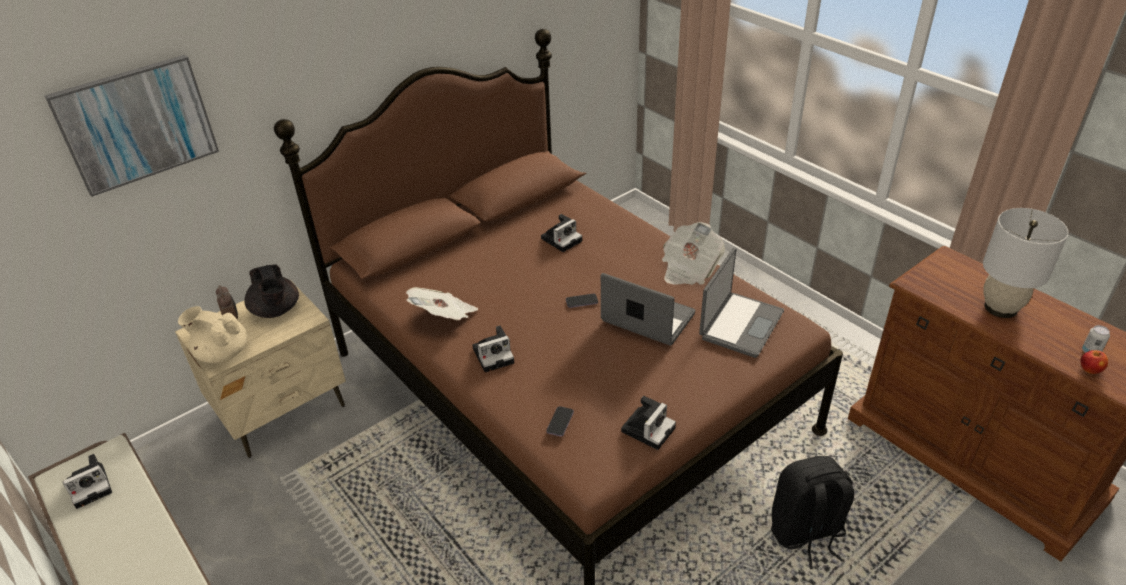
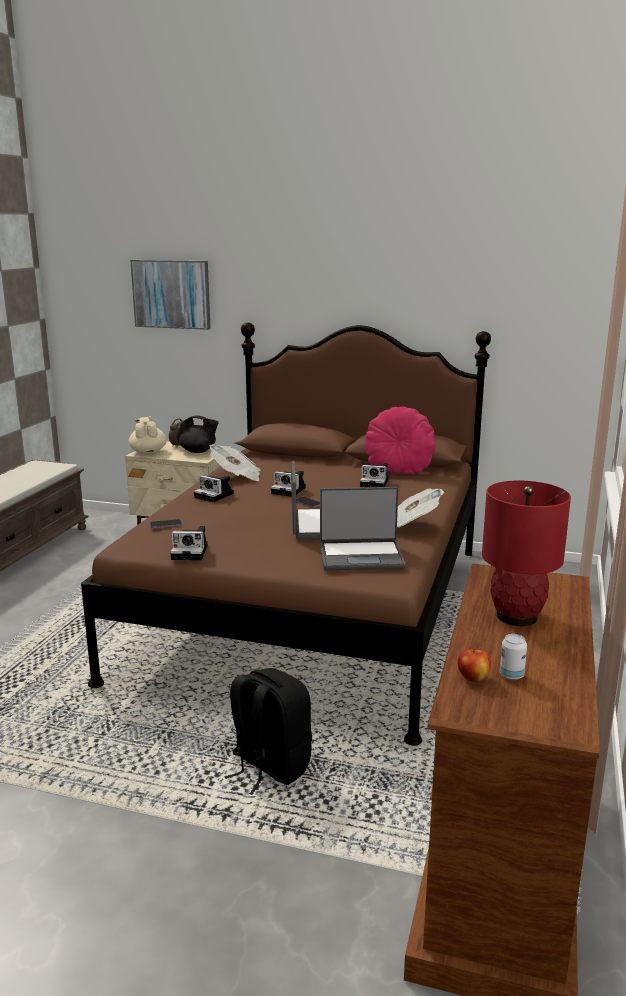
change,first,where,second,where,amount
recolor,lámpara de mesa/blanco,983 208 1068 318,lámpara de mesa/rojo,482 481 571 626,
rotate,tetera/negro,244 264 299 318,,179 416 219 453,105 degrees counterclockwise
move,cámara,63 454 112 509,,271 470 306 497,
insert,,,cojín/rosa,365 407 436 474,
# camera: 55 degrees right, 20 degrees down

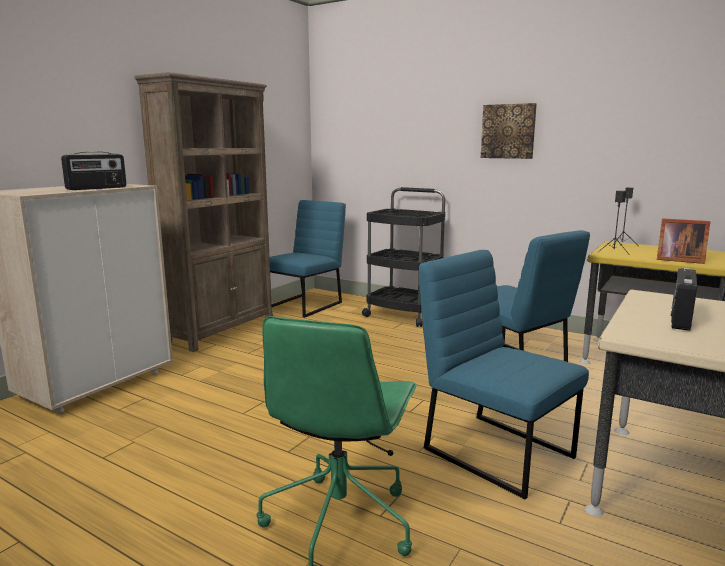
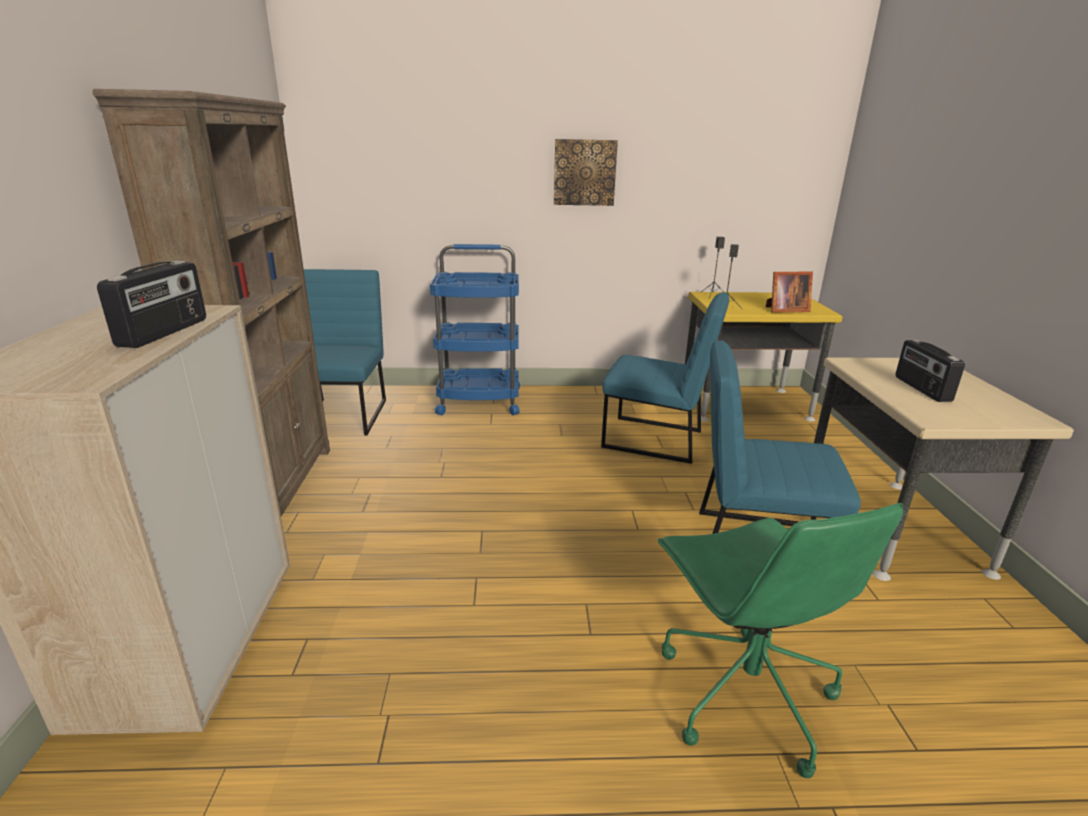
change,first,where,second,where,amount
recolor,carrito/negro,362 187 446 327,carrito/azul,430 244 520 415,
# camera: 35 degrees left, 10 degrees up

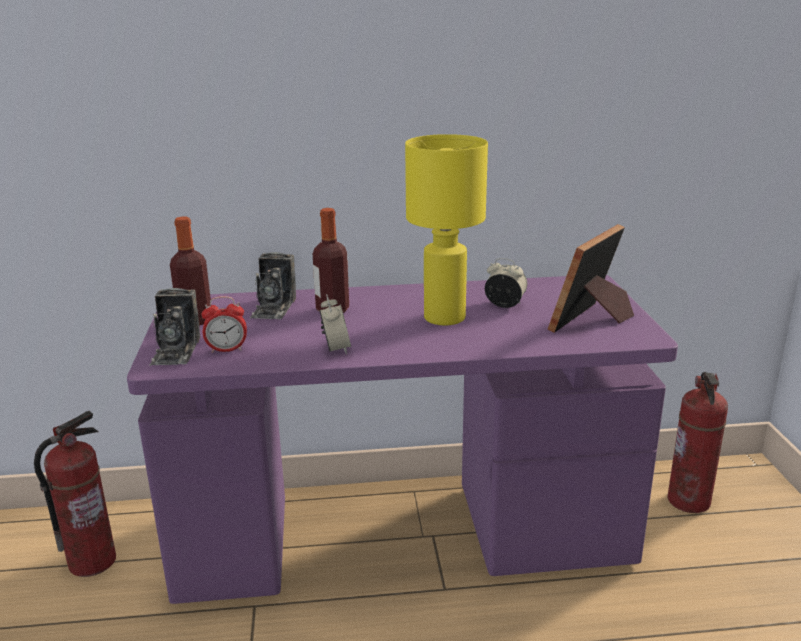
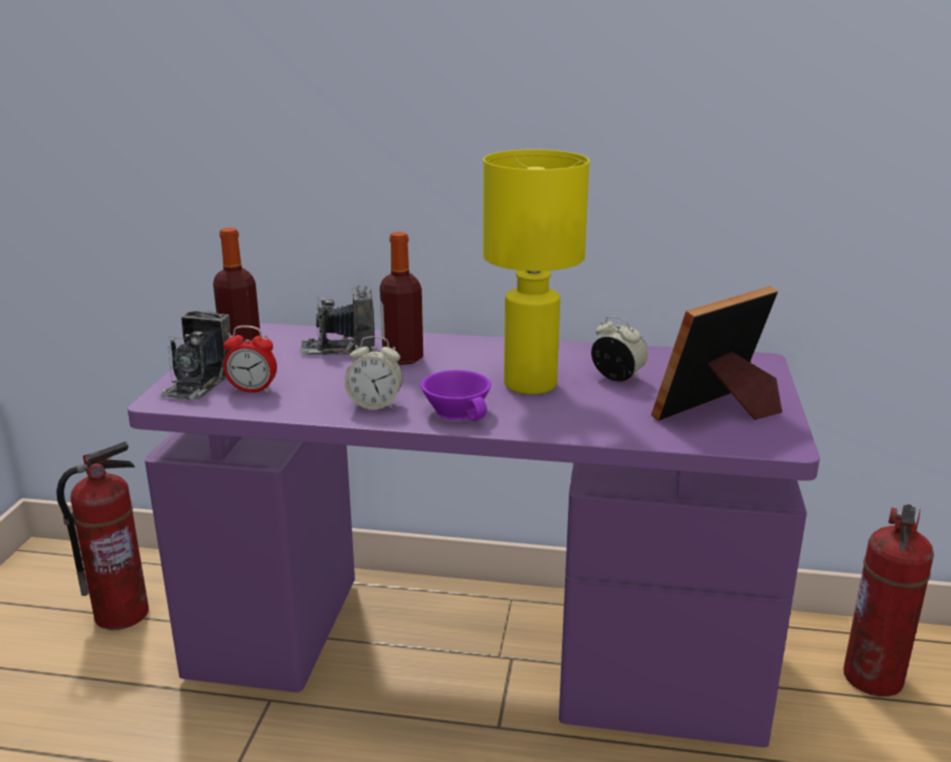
change,first,where,second,where,amount
rotate,cámara,250 252 296 320,,300 285 375 356,60 degrees clockwise
rotate,despertador,319 294 351 355,,345 336 403 410,90 degrees clockwise
insert,,,taza/morado,421 370 491 421,
# camera: 15 degrees right, 0 degrees up

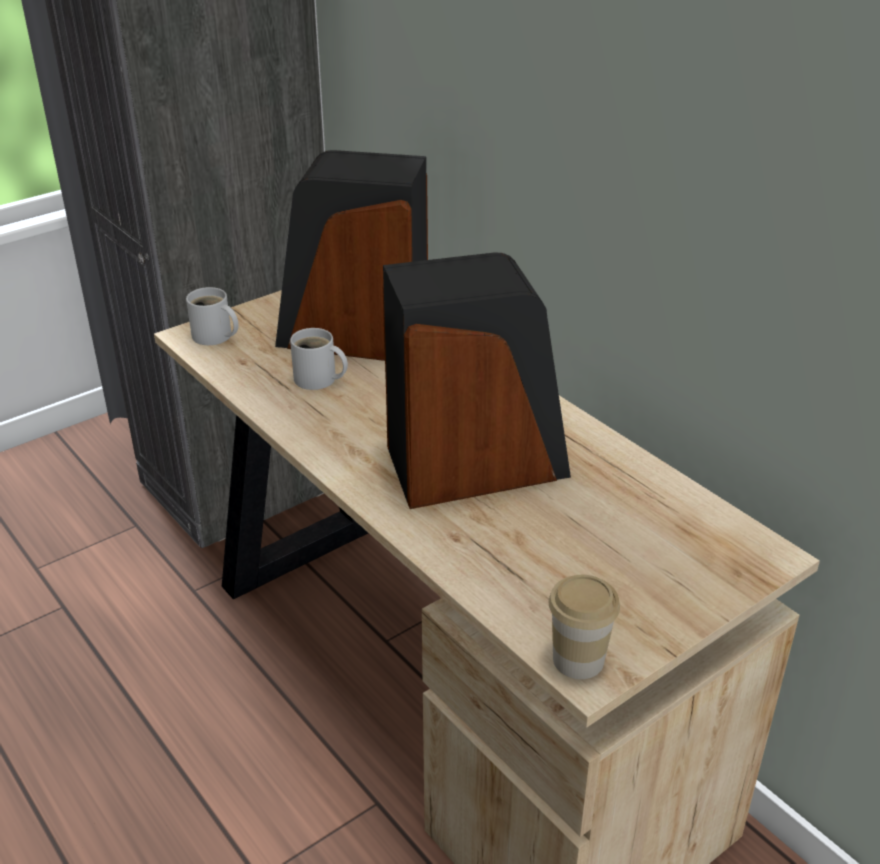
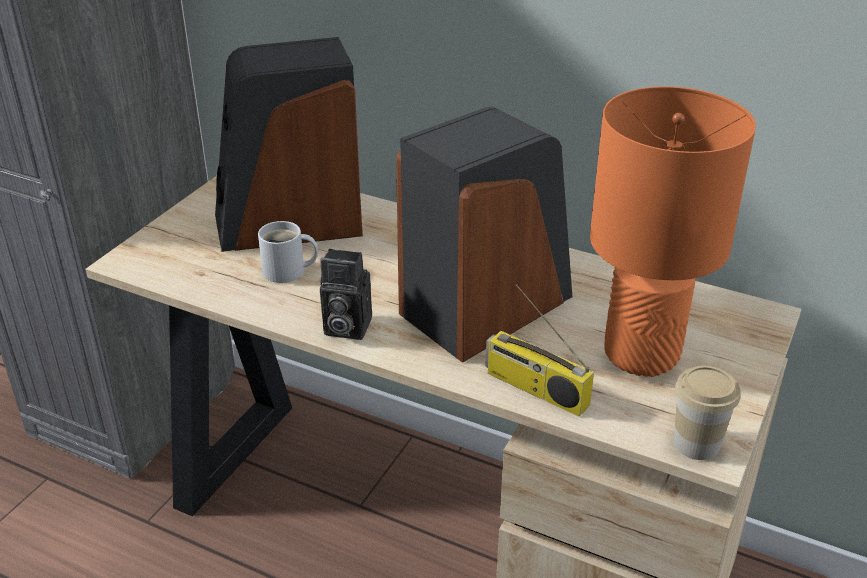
change,first,where,second,where,amount
delete,taza grande/blanco,186 287 239 345,,,
insert,,,lámpara de mesa/naranja,590 87 756 377,
insert,,,cámara,320 249 372 340,
insert,,,radio,485 285 594 417,
# camera: 25 degrees left, 0 degrees up

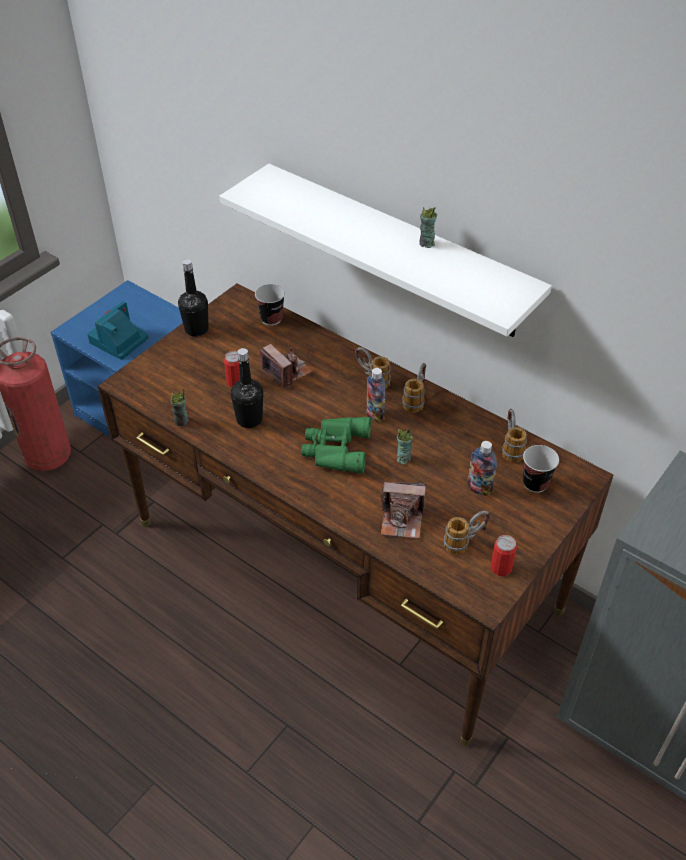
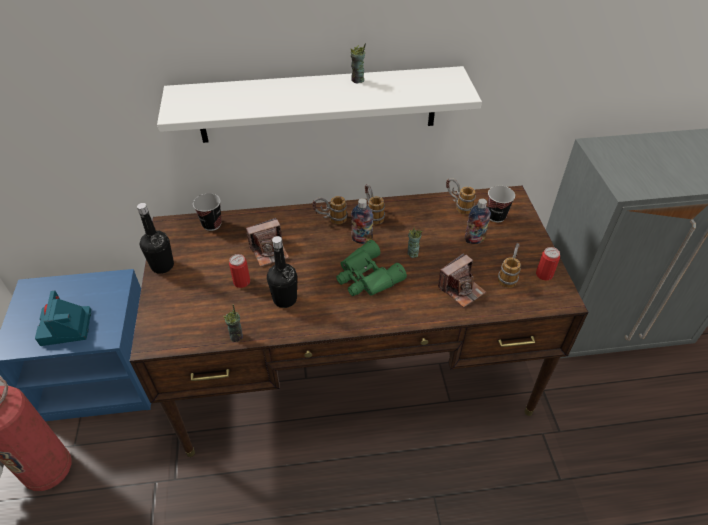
change,first,where,second,where,amount
rotate,cámara,260 344 313 388,,246 218 289 267,150 degrees clockwise
# camera: 45 degrees left, 0 degrees up

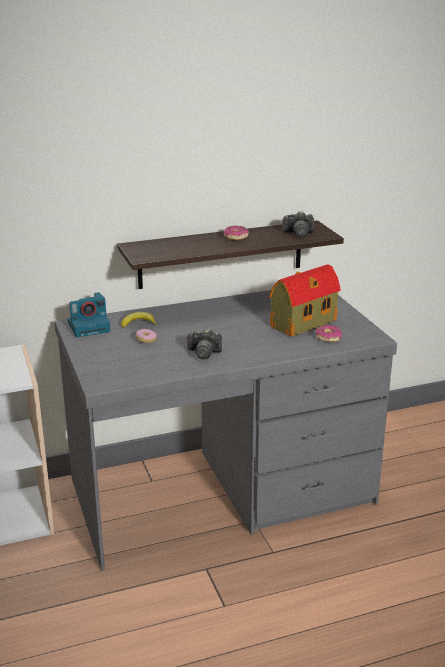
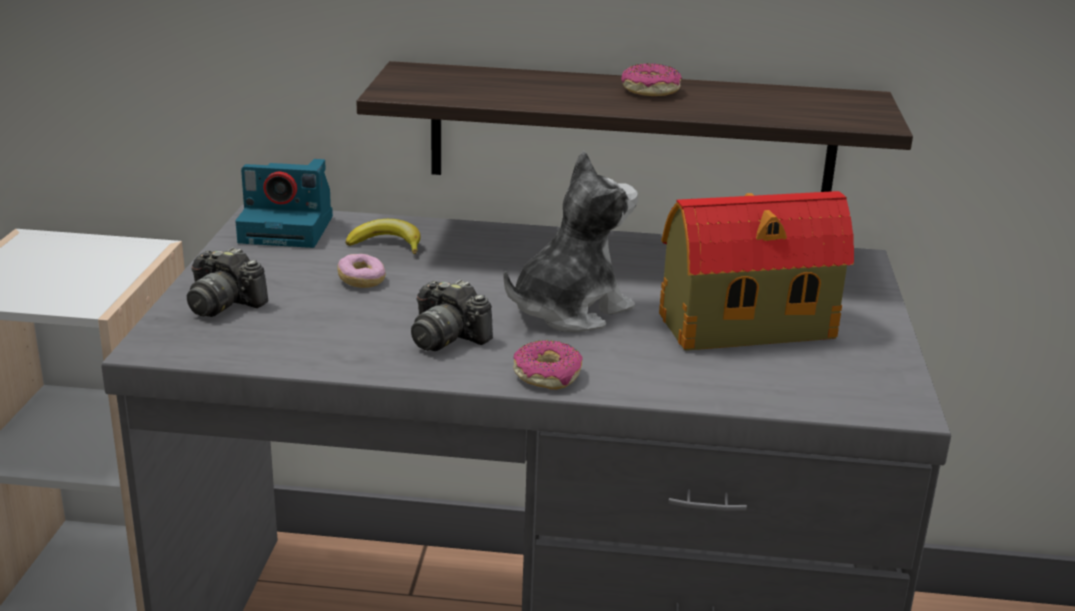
change,first,where,second,where,amount
move,cámara,282 211 314 237,,187 247 268 317,
move,rosquilla,315 325 342 342,,513 340 583 390,
insert,,,peluche,503 150 638 332,
# camera: 25 degrees right, 0 degrees up

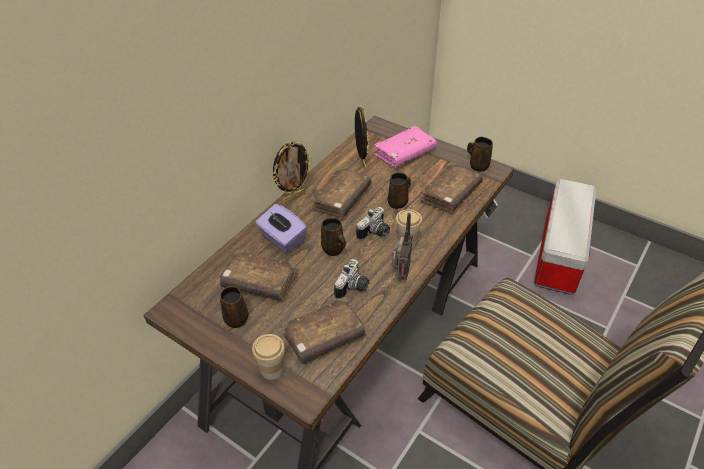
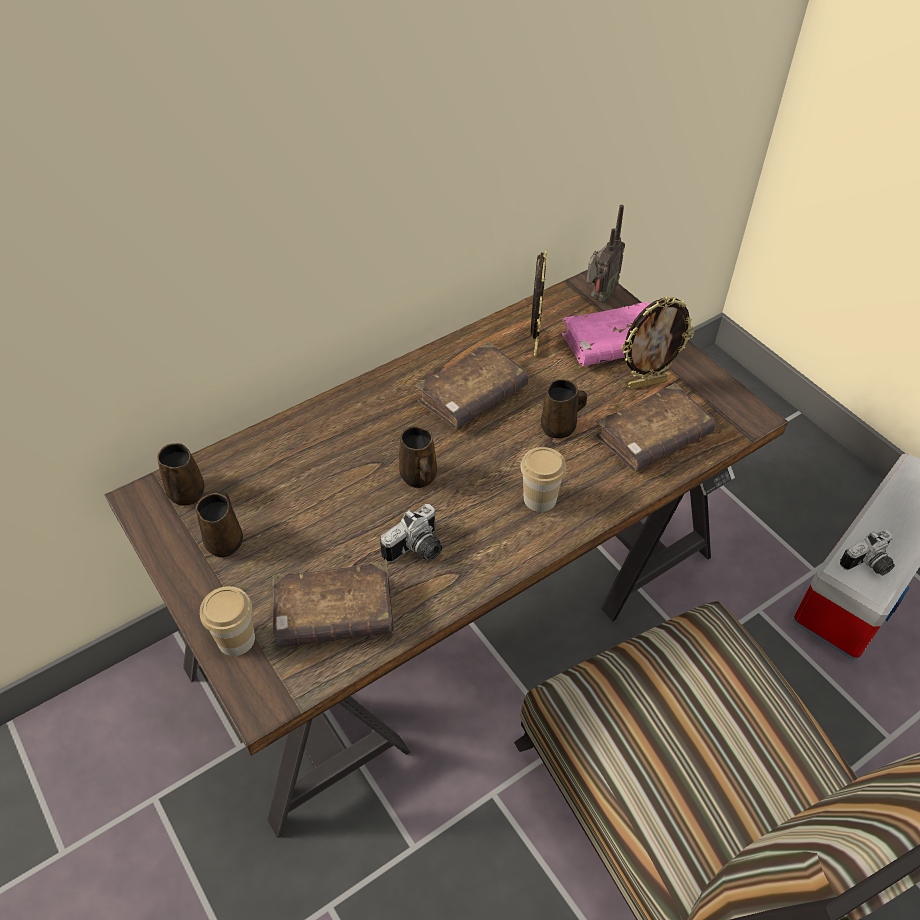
change,first,where,second,where,amount
move,taza grande/marrón,467 137 493 172,,157 443 204 506,
move,portarretratos,272 141 312 203,,621 297 695 390,
delete,caja de pañuelos/morado,255 204 307 254,,,
move,cámara,356 207 390 240,,840 530 895 576,
move,radio,392 213 412 280,,586 205 625 303,
delete,libro/marrón,220 250 298 301,,,
# camera: 20 degrees right, 5 degrees up

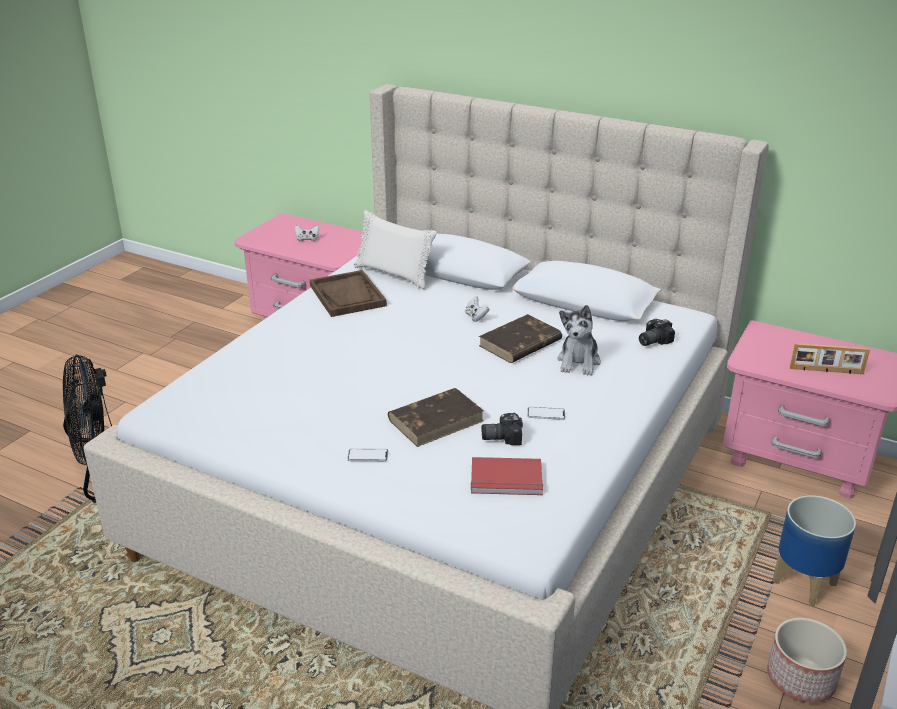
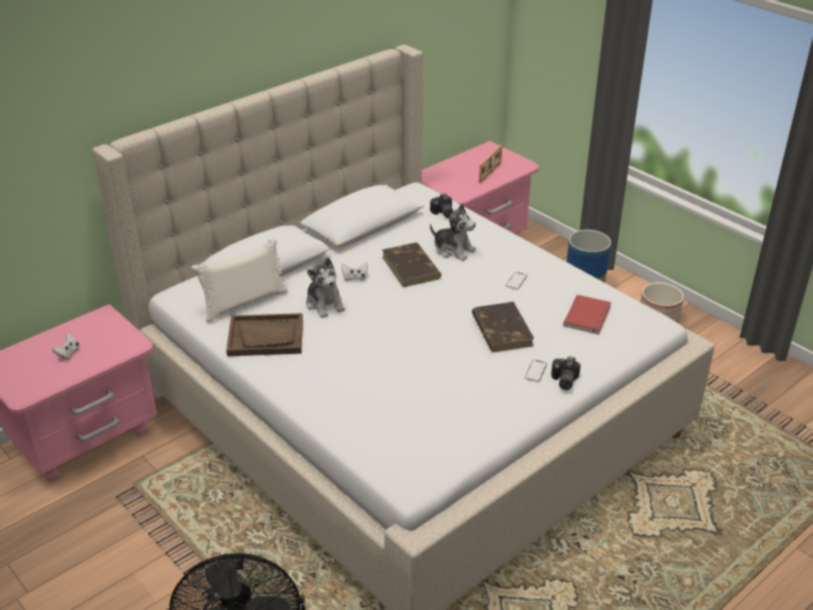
change,first,where,second,where,amount
move,cámara,482 413 523 445,,551 356 581 390,
insert,,,peluche,306 257 345 318,
# camera: 70 degrees left, 5 degrees up

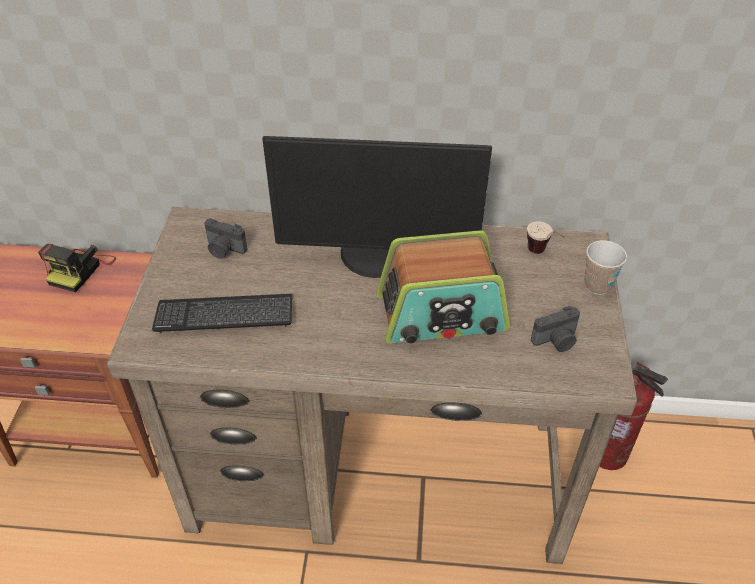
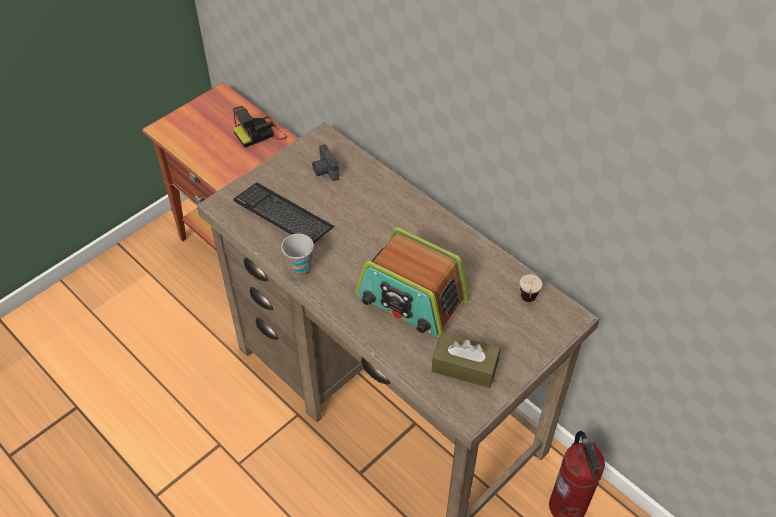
change,first,where,second,where,amount
delete,monitor,262 136 492 278,,,
move,taza,584 240 627 295,,281 234 314 277,
replace,cámara,531 306 580 352,caja de pañuelos/marrón,432 332 500 388,
# camera: 40 degrees right, 5 degrees up

